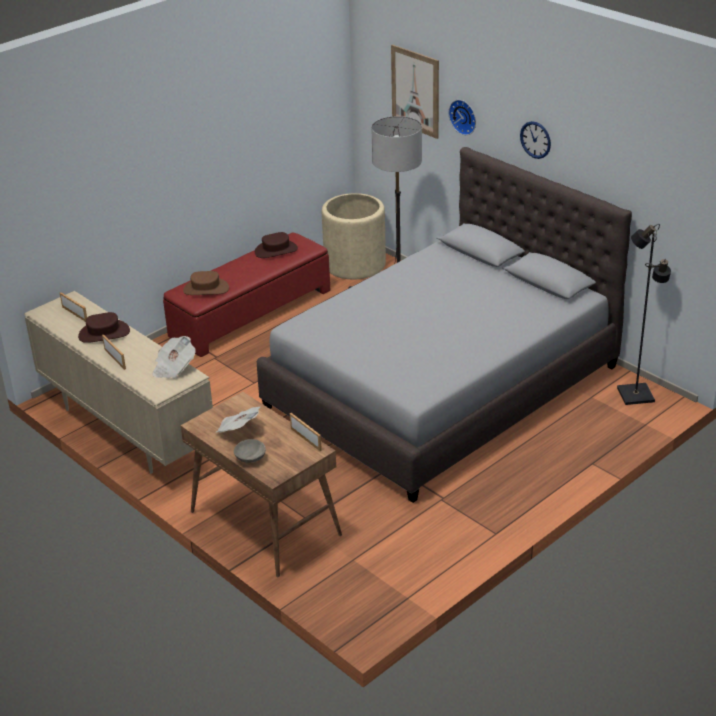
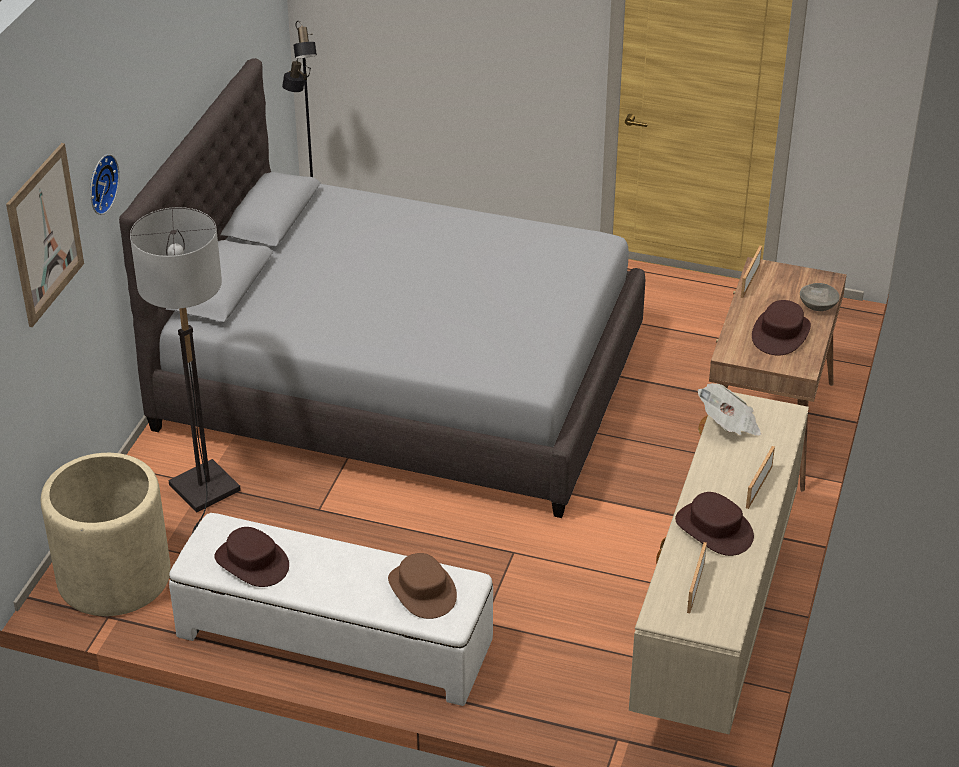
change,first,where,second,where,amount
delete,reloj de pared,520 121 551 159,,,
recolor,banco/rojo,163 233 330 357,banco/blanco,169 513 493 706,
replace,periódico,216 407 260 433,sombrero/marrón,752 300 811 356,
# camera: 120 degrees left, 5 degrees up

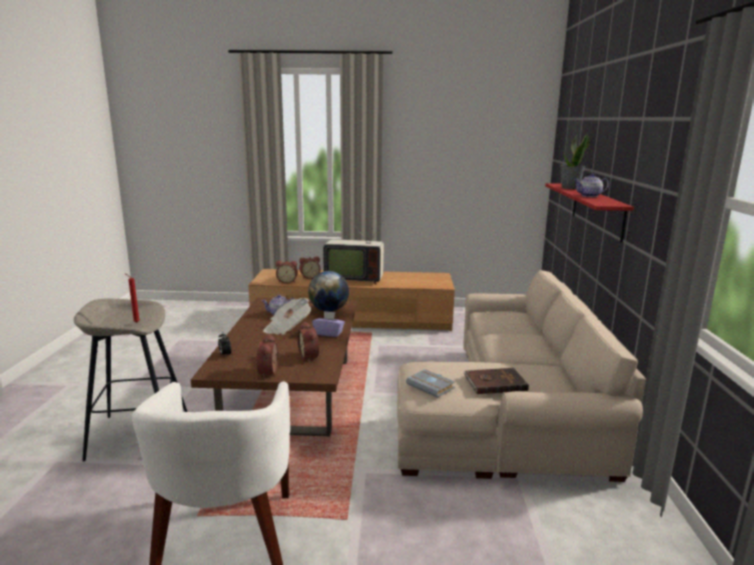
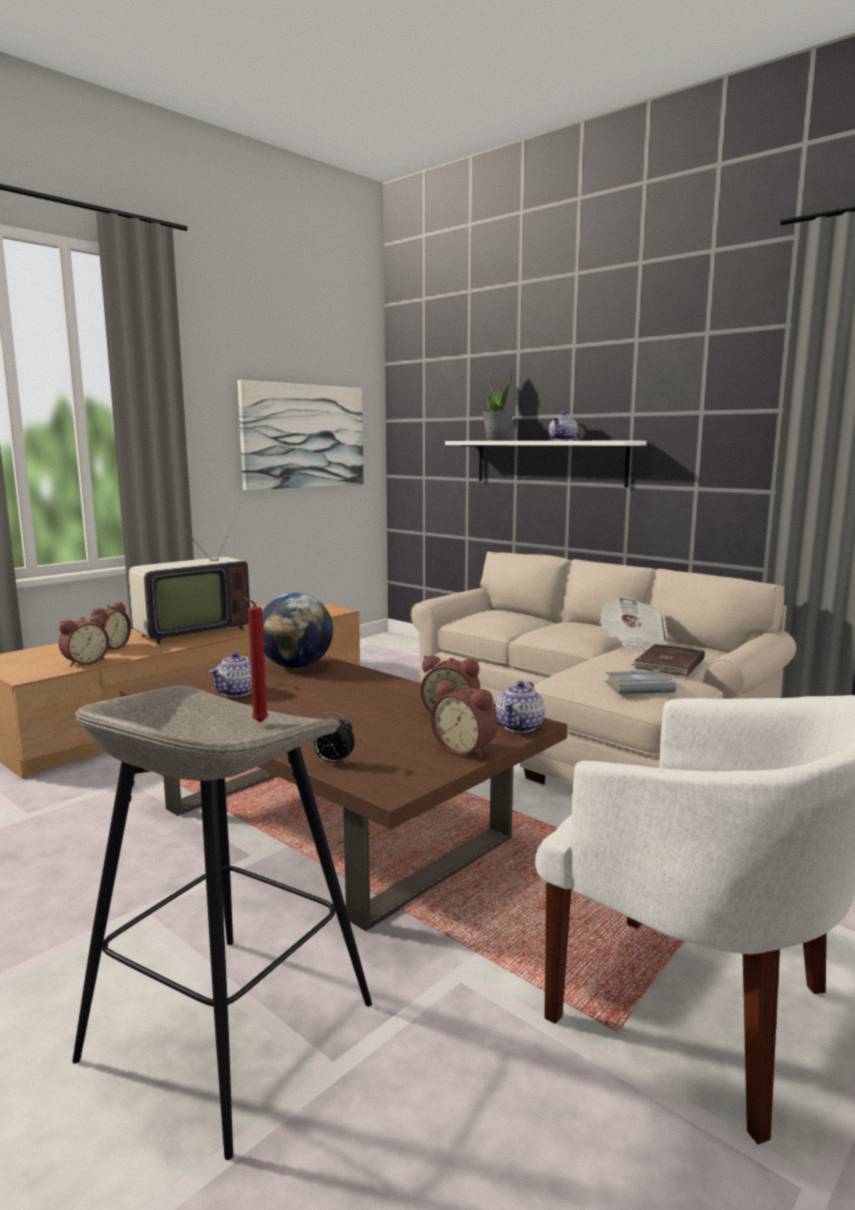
change,first,where,second,where,amount
recolor,estante/rojo,545 183 634 243,estante/blanco,445 441 647 487,
move,periódico,263 298 311 335,,600 597 668 653,
delete,caja de pañuelos/morado,312 311 345 337,,,
insert,,,cuadro,237 380 364 490,
insert,,,tetera,496 681 545 733,
# camera: 50 degrees left, 5 degrees down

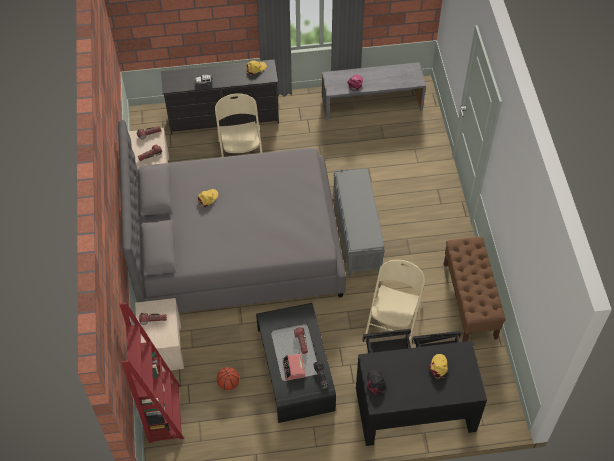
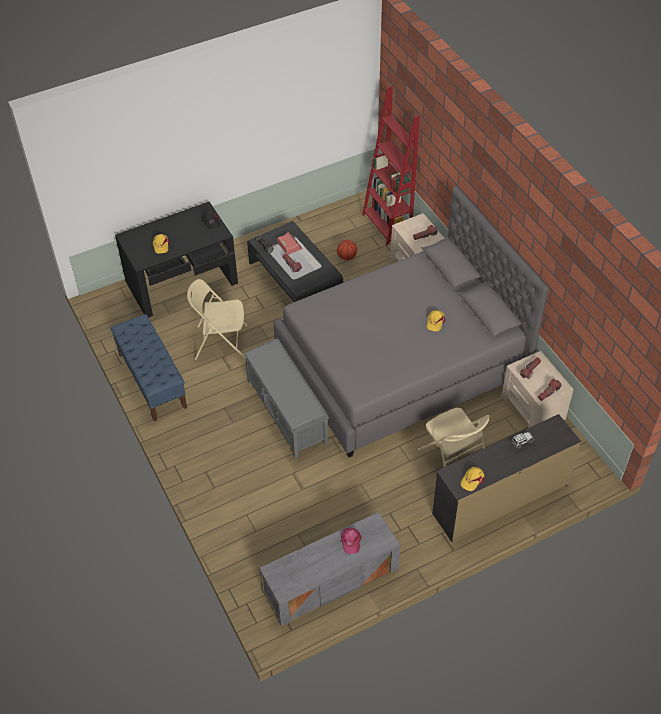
change,first,where,second,where,amount
recolor,banco/marrón,444 237 506 342,banco/azul,111 314 187 421,
rotate,silla/beis,365 260 425 341,,187 279 247 360,90 degrees clockwise
# camera: 160 degrees right, 5 degrees down

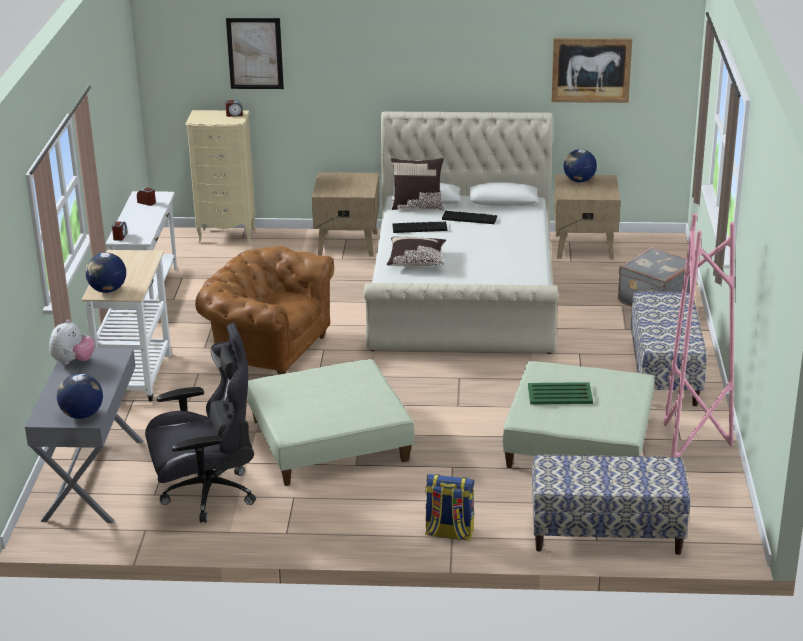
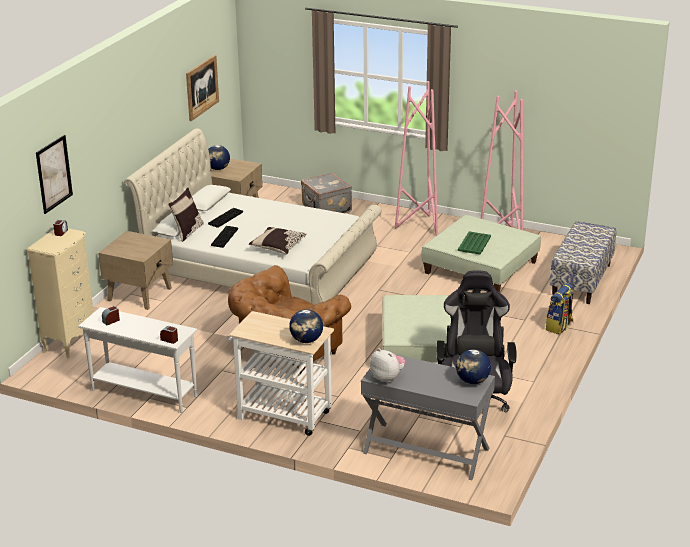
change,first,where,second,where,amount
replace,banco,631 292 707 406,perchero/rosa,395 81 438 236,
# camera: 70 degrees left, 0 degrees up

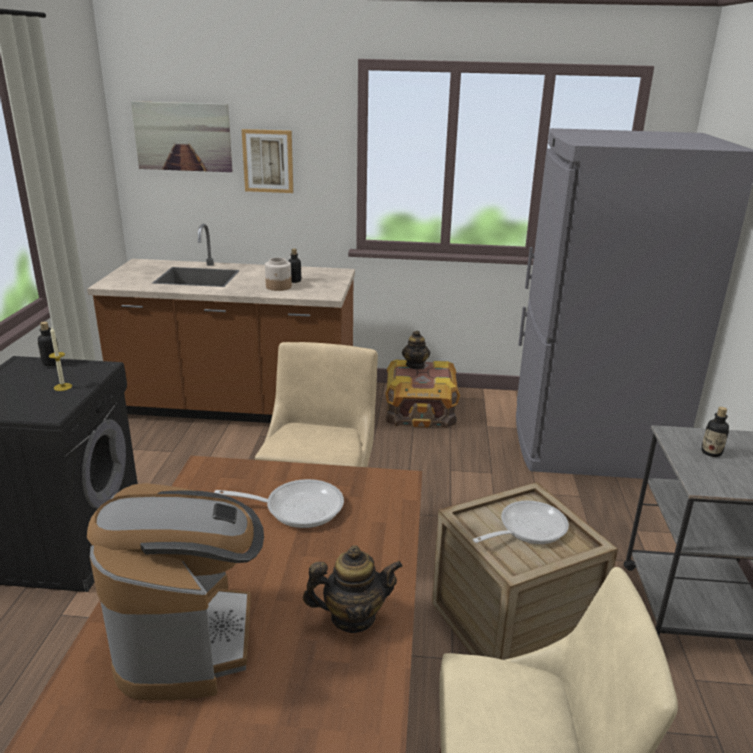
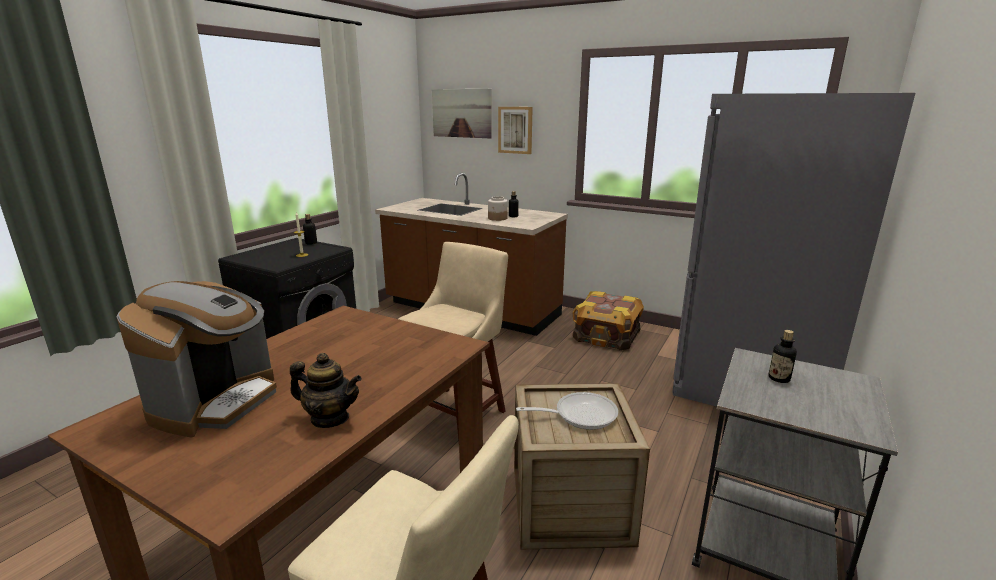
change,first,where,second,where,amount
delete,tetera,402 331 430 369,,,
delete,sartén,214 479 344 528,,,
# camera: 25 degrees right, 5 degrees down

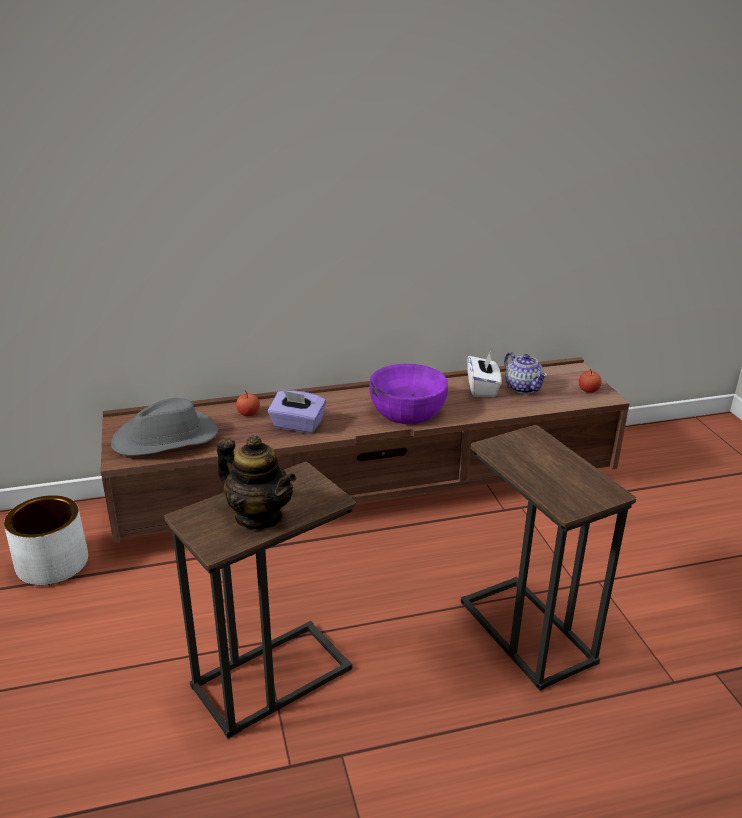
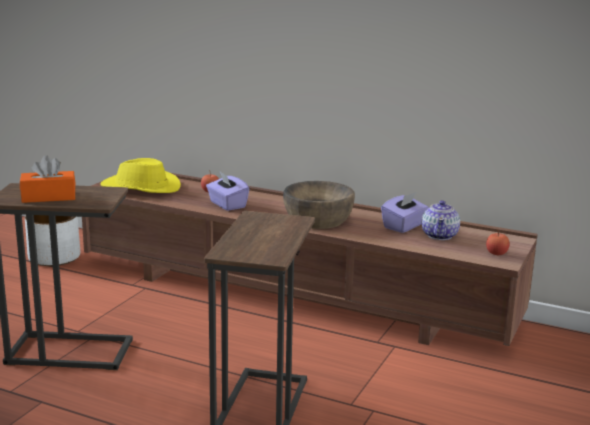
change,first,where,second,where,amount
recolor,caja de pañuelos/blanco,467 353 502 397,caja de pañuelos/morado,381 192 429 233,
recolor,cuenco/morado,369 364 448 424,cuenco/marrón,283 181 355 229,
recolor,sombrero/gris,111 398 218 456,sombrero/amarillo,100 158 181 193,
replace,tetera,217 435 296 529,caja de pañuelos/naranja,20 155 75 203,
# camera: 40 degrees right, 10 degrees down

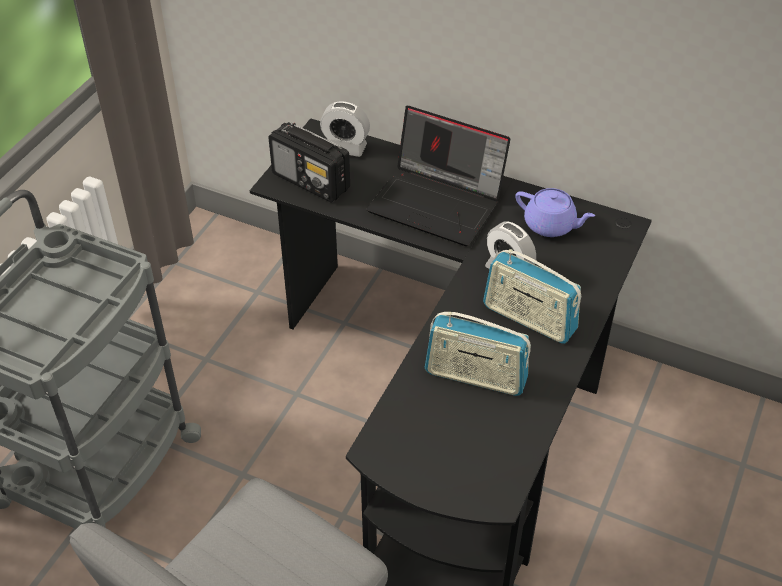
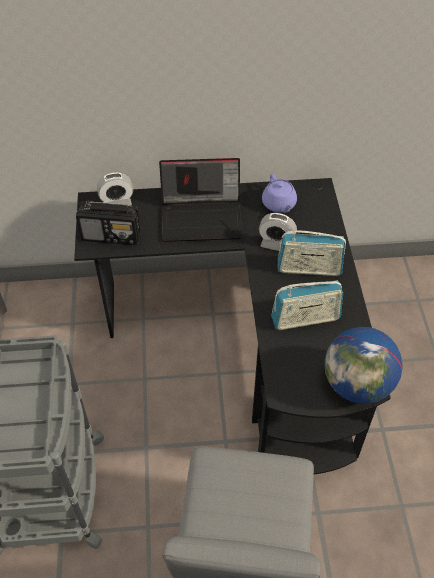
change,first,where,second,where,amount
rotate,tetera/morado,515 188 595 237,,262 174 297 213,75 degrees clockwise
insert,,,globo terráqueo,324 327 403 404,
# camera: 30 degrees left, 5 degrees up

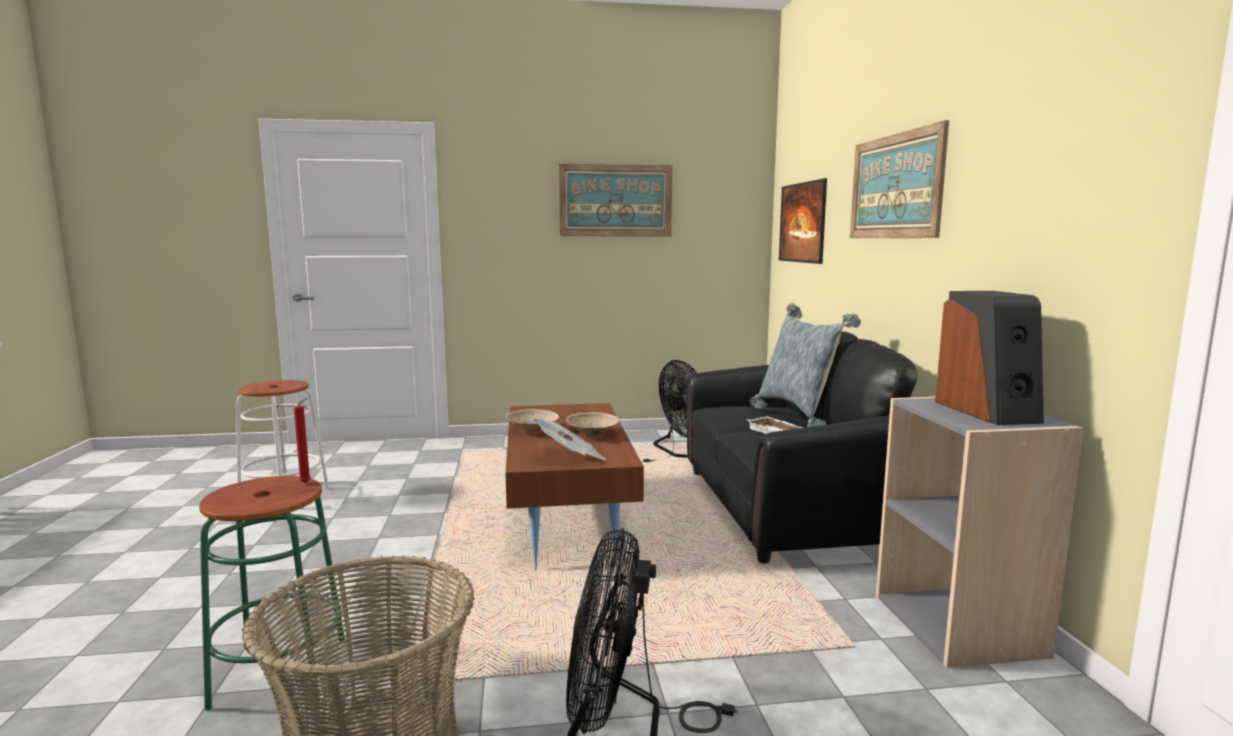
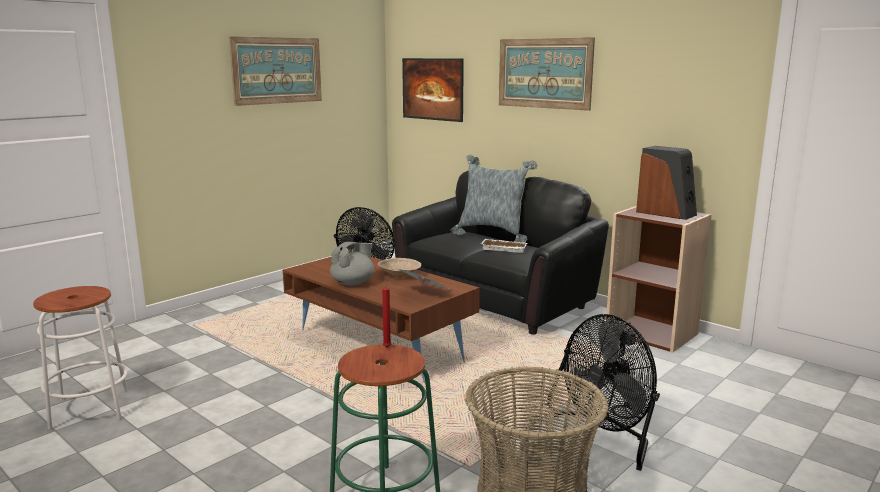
change,first,where,second,where,amount
recolor,estantería/gris,876 397 1084 668,estantería/marrón,606 206 712 352,
replace,cuenco/beis,506 409 559 432,tetera/gris,330 242 374 286,
# camera: 40 degrees left, 5 degrees up

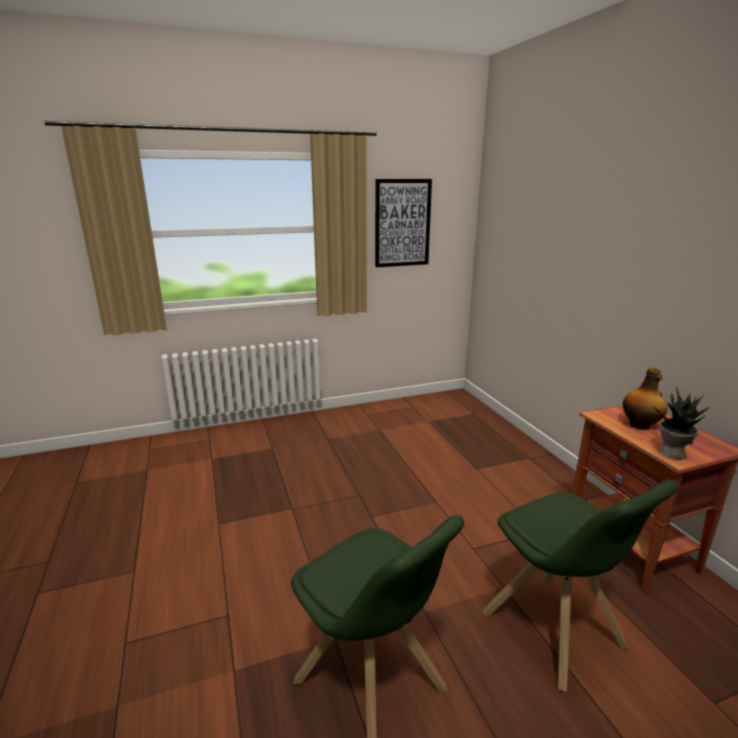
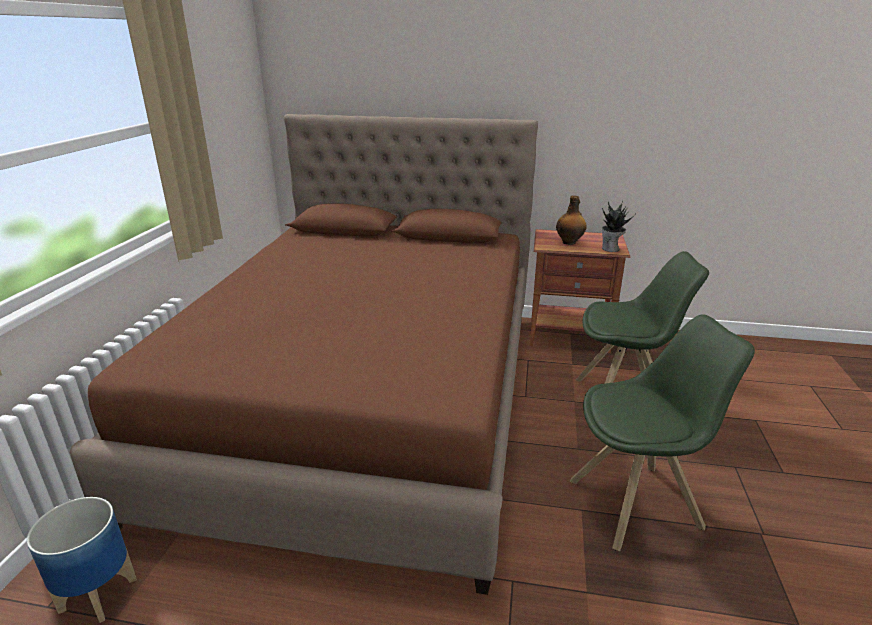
change,first,where,second,where,amount
delete,cuadro,375 179 432 267,,,
insert,,,cama/marrón,69 114 538 595,
insert,,,maceta,27 497 137 623,
# camera: 60 degrees left, 5 degrees up

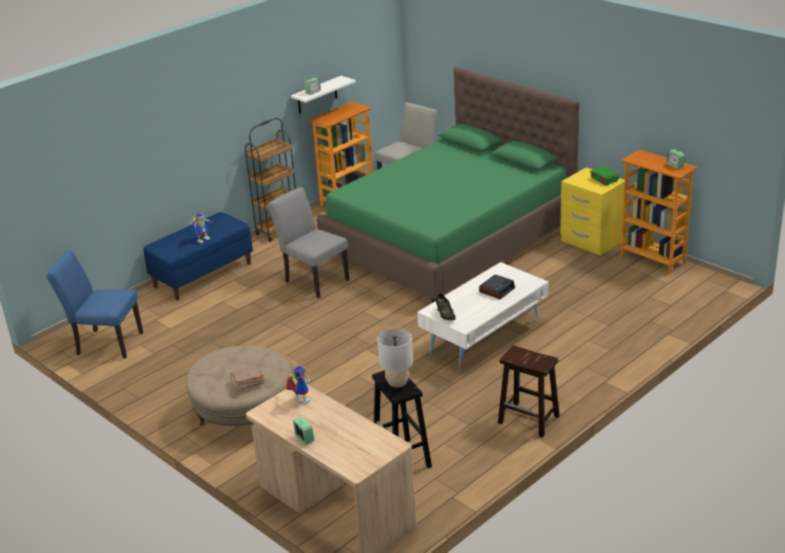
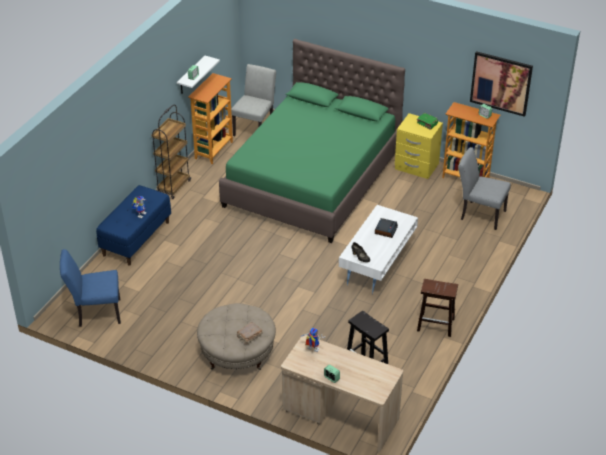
change,first,where,second,where,amount
move,silla/gris,268 187 349 298,,458 147 511 230,
delete,lámpara de mesa/blanco,378 328 413 390,,,
insert,,,cuadro,470 51 533 117,
# camera: 20 degrees left, 10 degrees up

